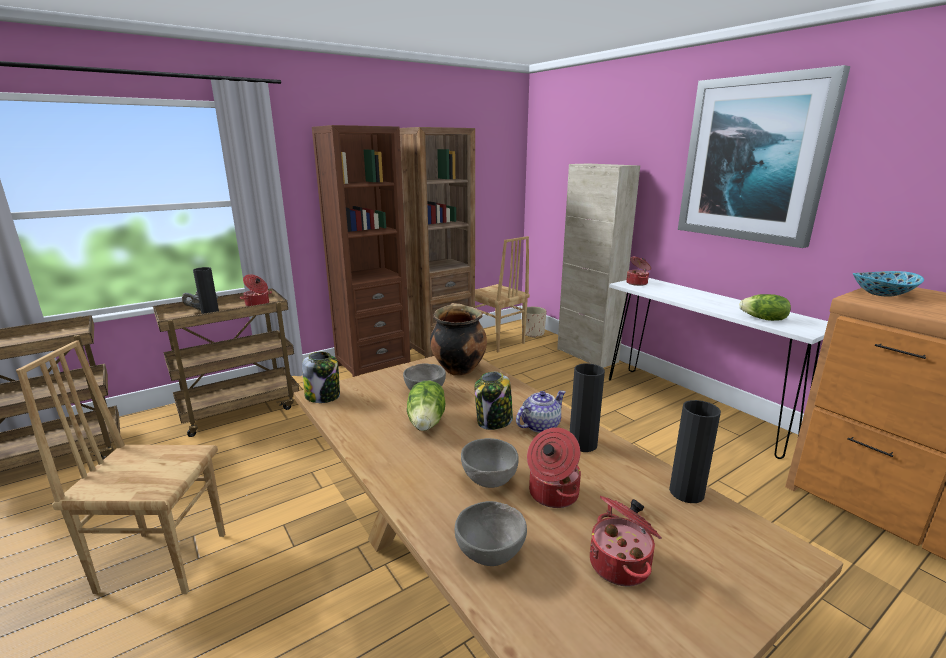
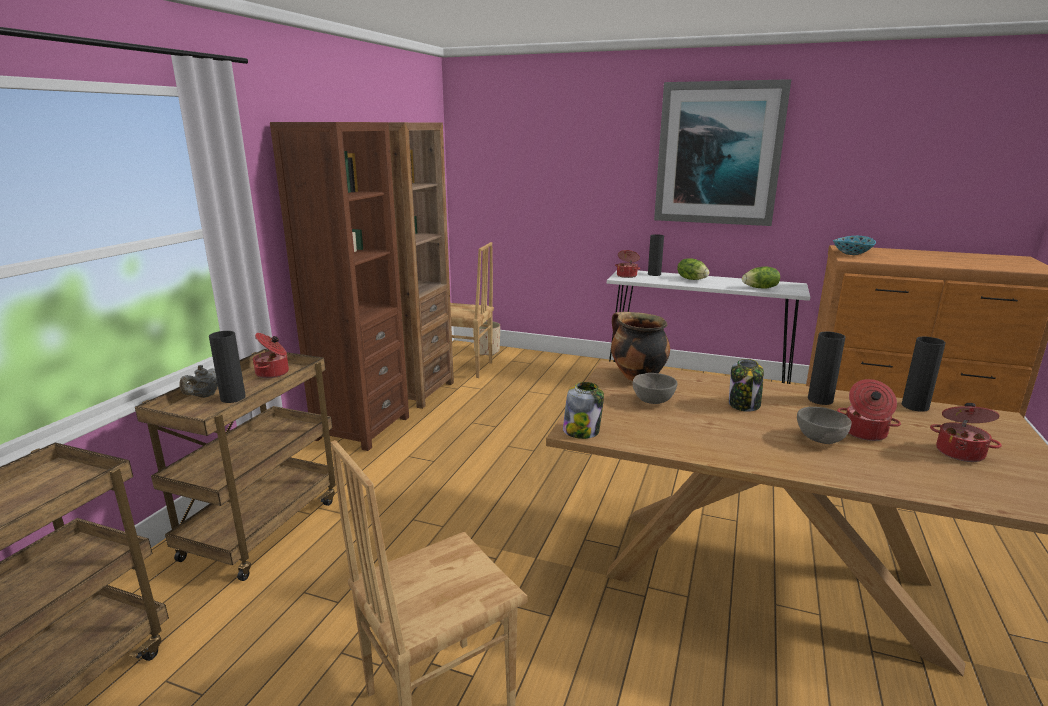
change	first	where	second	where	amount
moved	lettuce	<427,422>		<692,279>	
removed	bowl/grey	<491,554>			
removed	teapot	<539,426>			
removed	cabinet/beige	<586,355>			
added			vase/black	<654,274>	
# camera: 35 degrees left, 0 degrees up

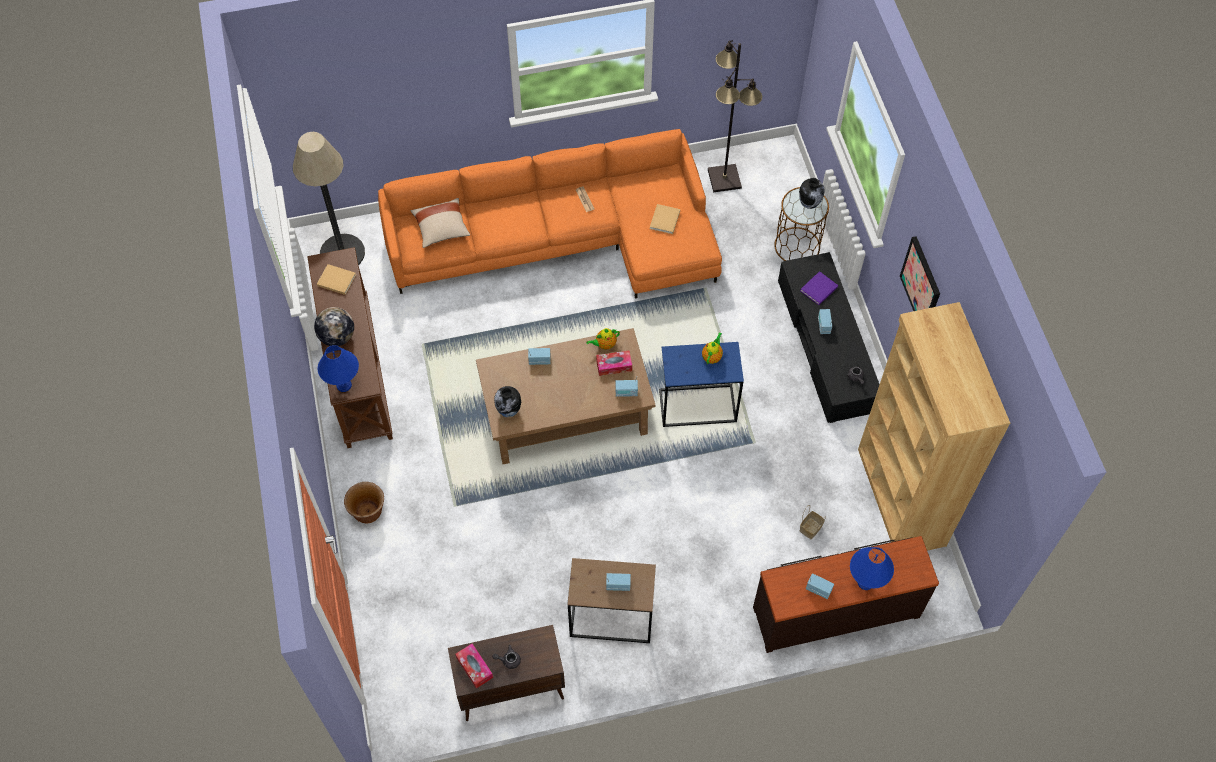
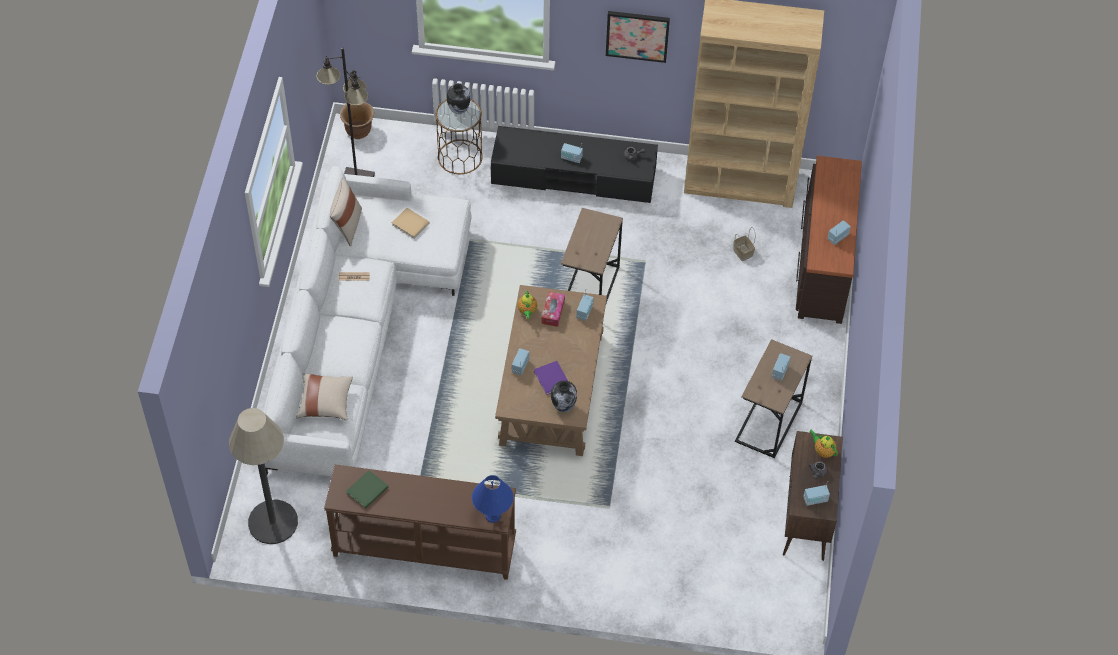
change	first	where	second	where	amount
removed	globe	<337,337>			
recoloured	book/beige	<335,280>	book/green	<366,491>	
moved	planter/brown	<368,512>		<358,131>	
recoloured	sofa/orange	<564,240>	sofa/white	<358,329>	
replaced	tissue box	<474,667>	radio	<815,500>	
recoloured	side table/blue	<697,406>	side table/brown	<590,288>	
moved	teapot	<712,356>		<823,451>	
moved	book/purple	<818,289>		<552,379>	
removed	table lamp/blue	<865,582>			
added			pillow/beige	<347,226>	
# camera: 70 degrees left, 5 degrees down

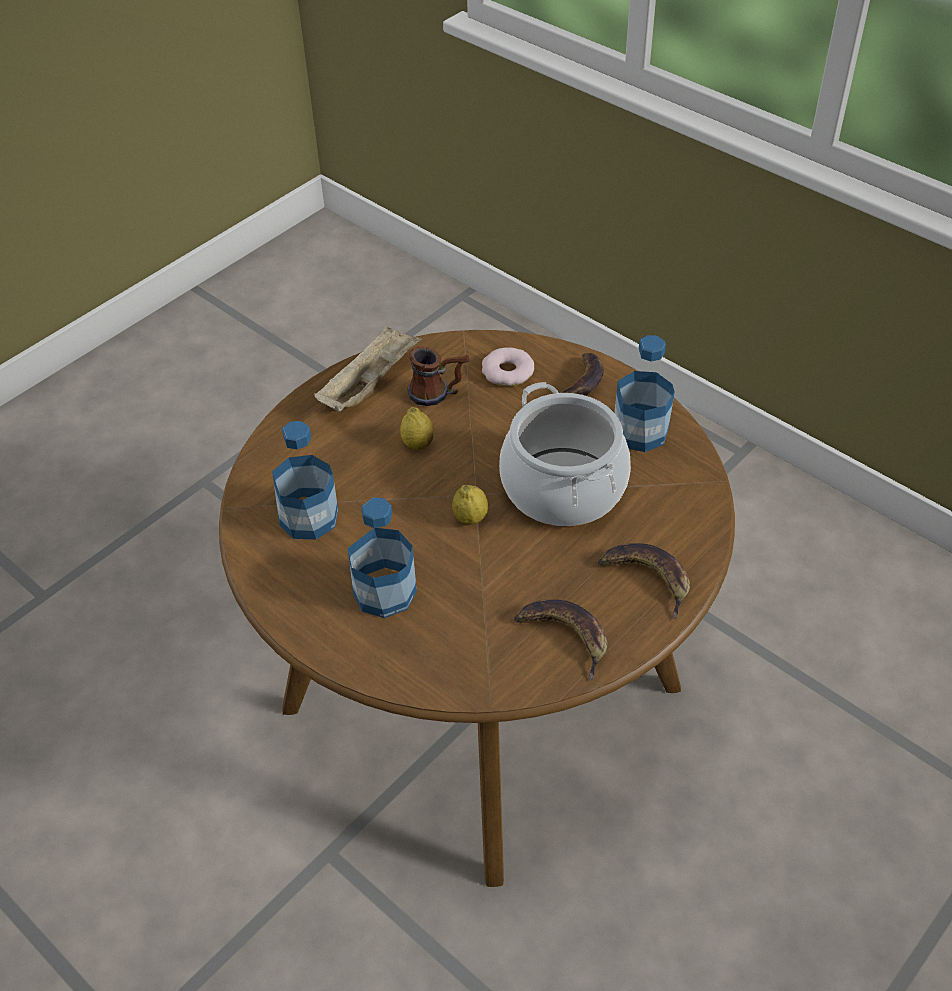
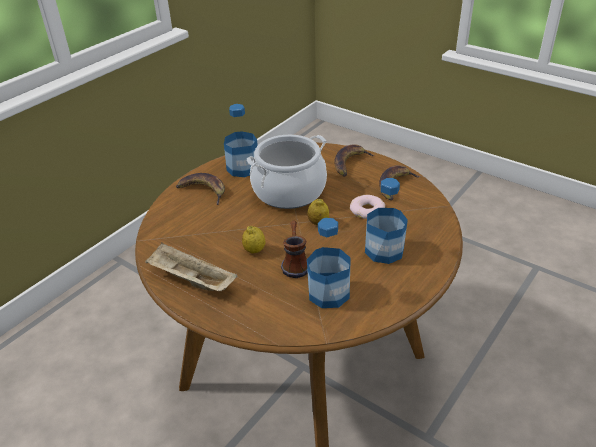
change	first	where	second	where	amount
moved	mug	<439,393>		<295,263>	
moved	donut	<507,372>		<367,210>	
# camera: 95 degrees left, 10 degrees down

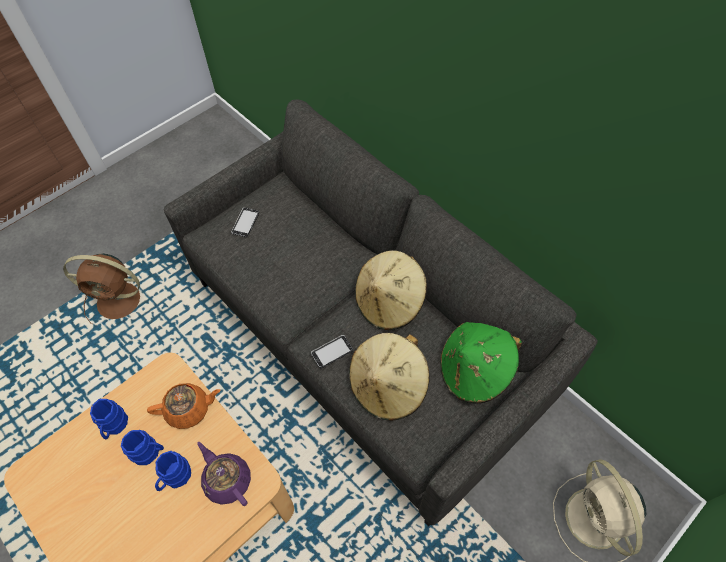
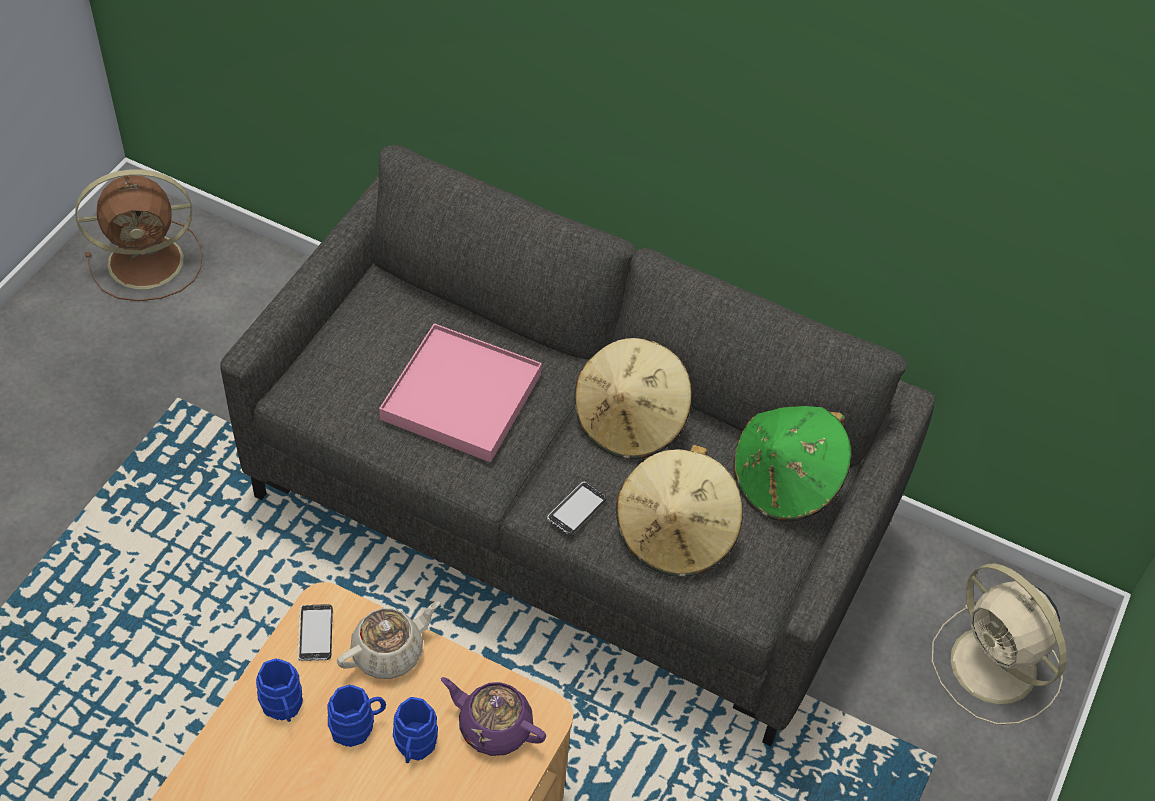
change	first	where	second	where	amount
moved	fan/brown	<121,301>		<149,261>	
recoloured	teapot/orange	<189,409>	teapot/beige	<389,652>	
moved	phone	<245,223>		<315,633>	
added			tray/pink	<461,397>	
# camera: 25 degrees left, 5 degrees down

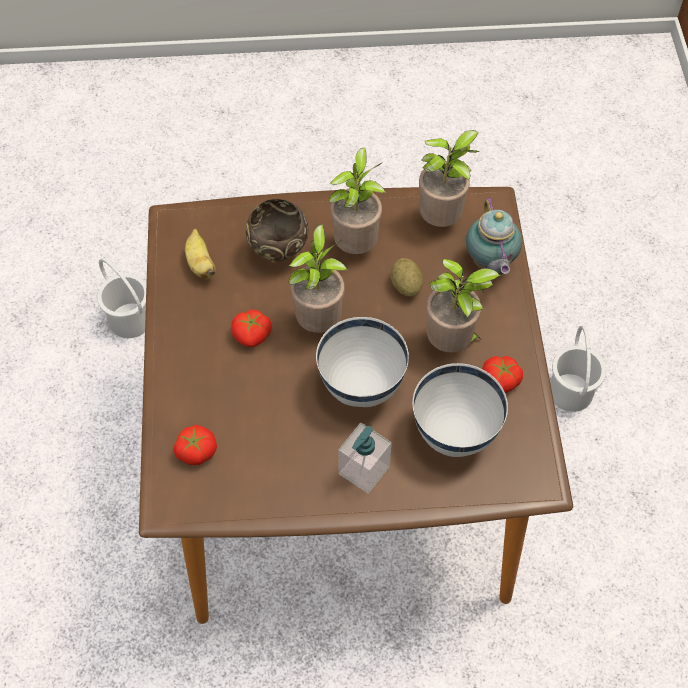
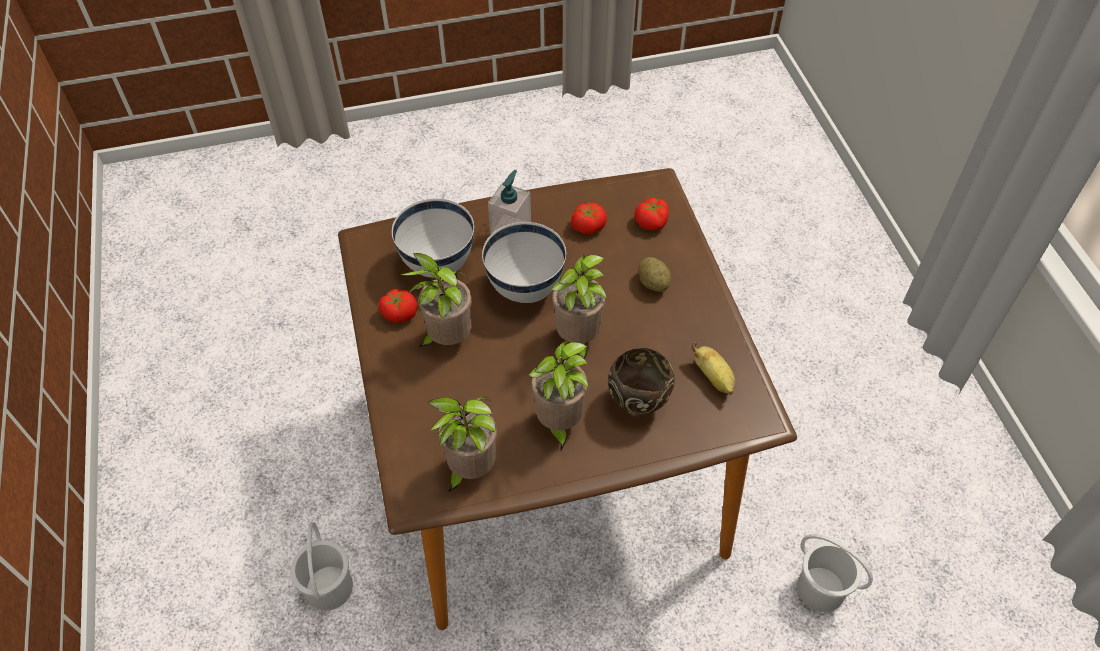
change	first	where	second	where	amount
moved	tomato	<252,335>		<587,226>	
moved	potato	<406,286>		<653,283>	
removed	teapot	<490,264>			
# camera: 170 degrees right, 5 degrees down

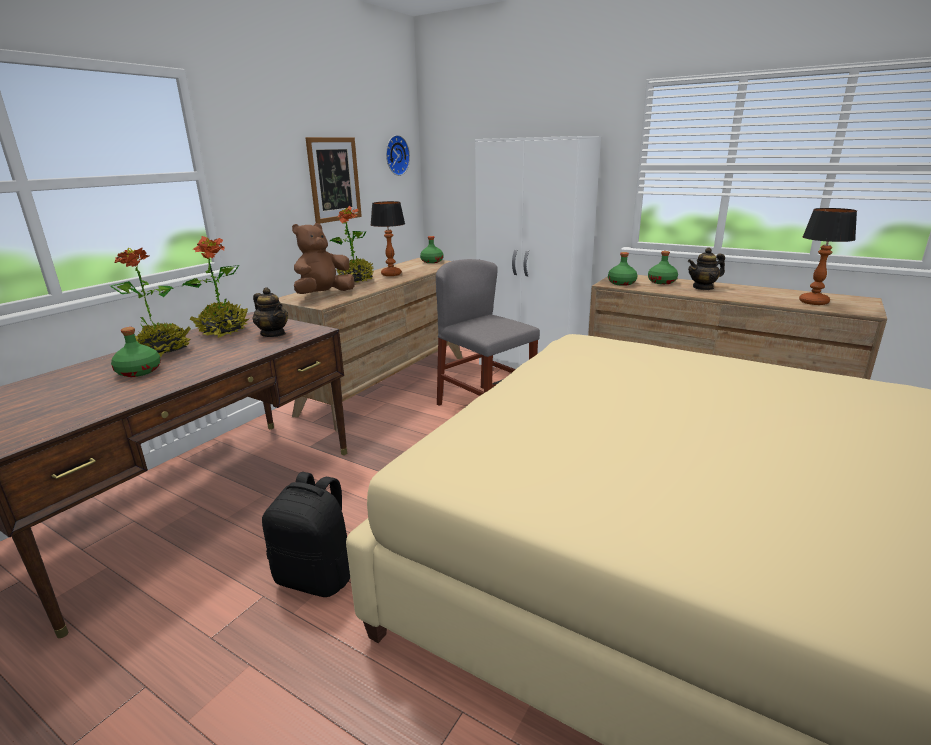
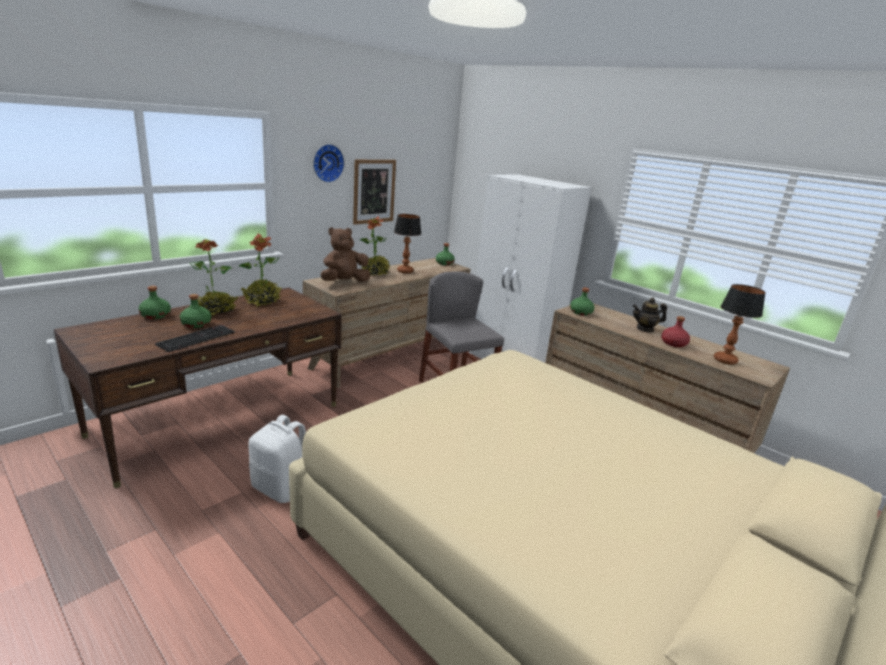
change	first	where	second	where	amount
removed	teapot	<273,334>			
recoloured	backpack/black	<317,577>	backpack/white	<281,488>	
moved	wall clock	<395,155>		<327,163>	
moved	bottle/green	<662,282>		<156,315>	
added			keyboard	<196,337>	
added			bottle/red	<674,343>	
# camera: 10 degrees right, 0 degrees up

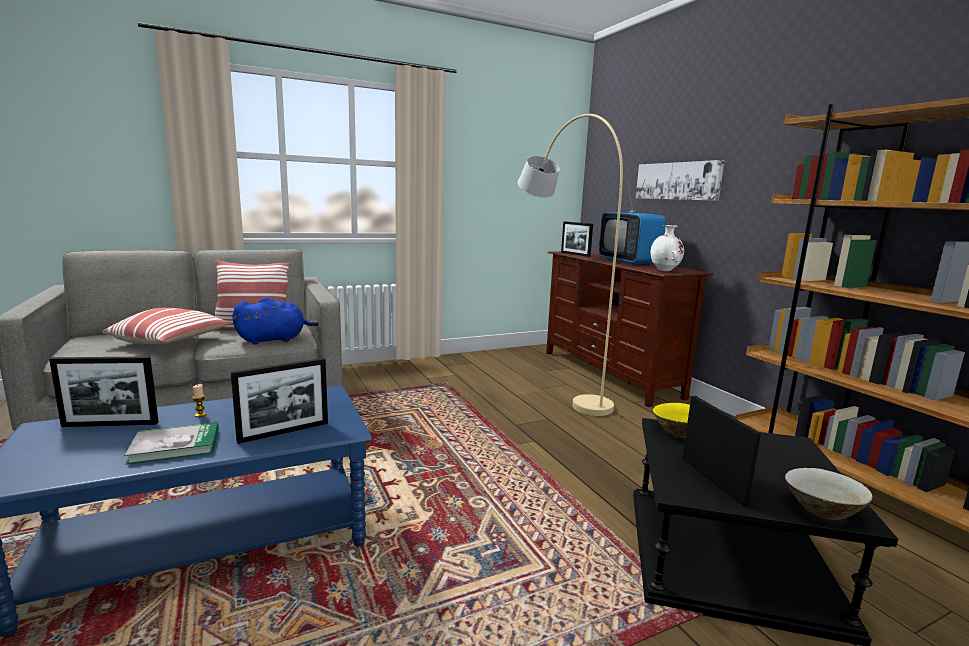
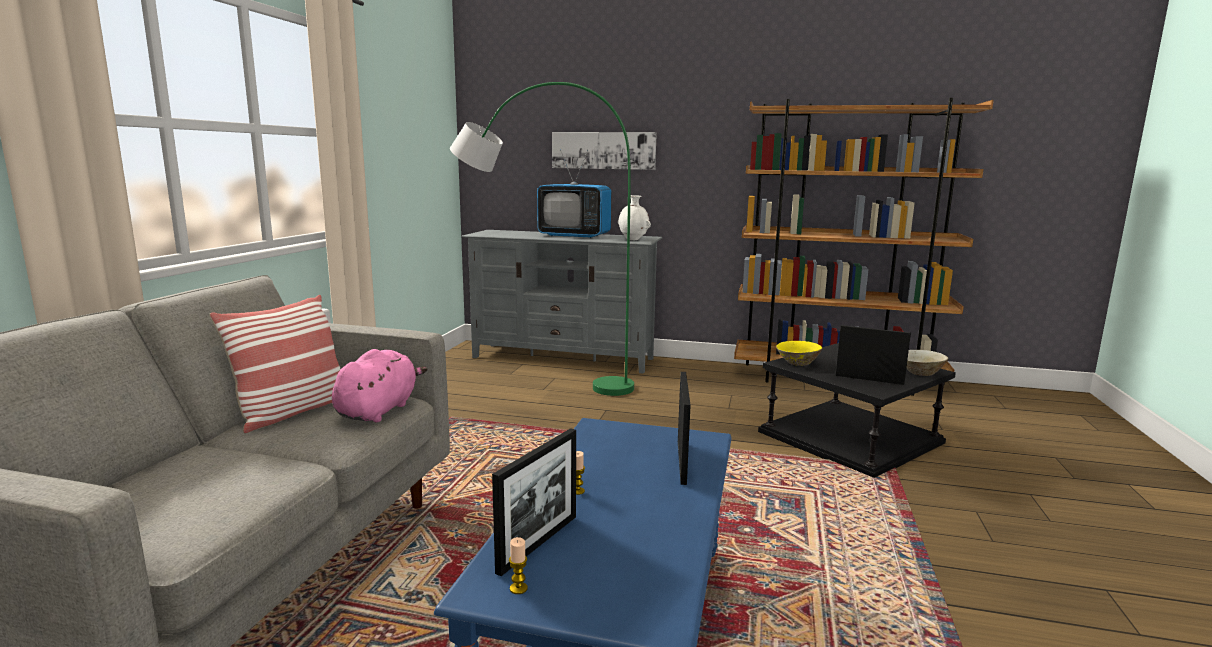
change	first	where	second	where	amount
removed	pillow	<171,342>			
removed	book	<175,445>			
recoloured	plush toy/blue	<274,340>	plush toy/pink	<379,410>	
recoloured	floor lamp/beige	<553,382>	floor lamp/green	<539,380>	
recoloured	tv stand/brown	<610,373>	tv stand/grey	<563,358>	
removed	picture frame	<575,254>			
added			candle	<518,588>	
# camera: 50 degrees left, 0 degrees up

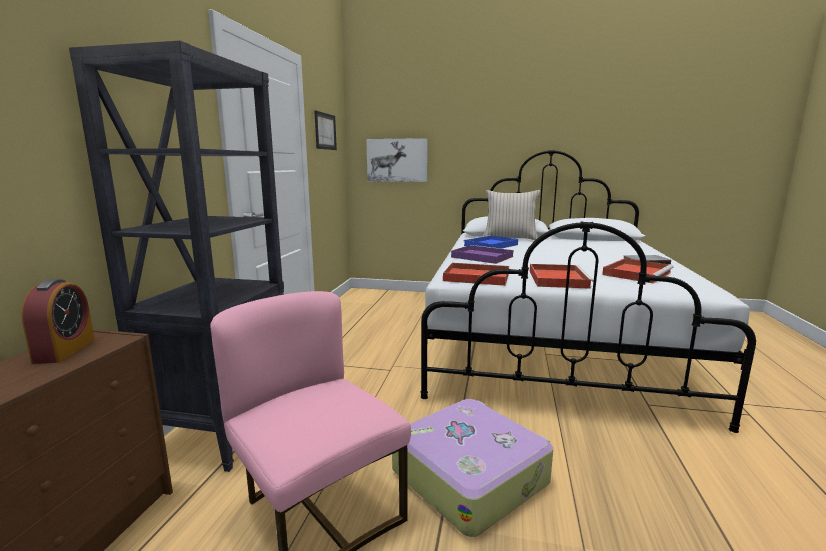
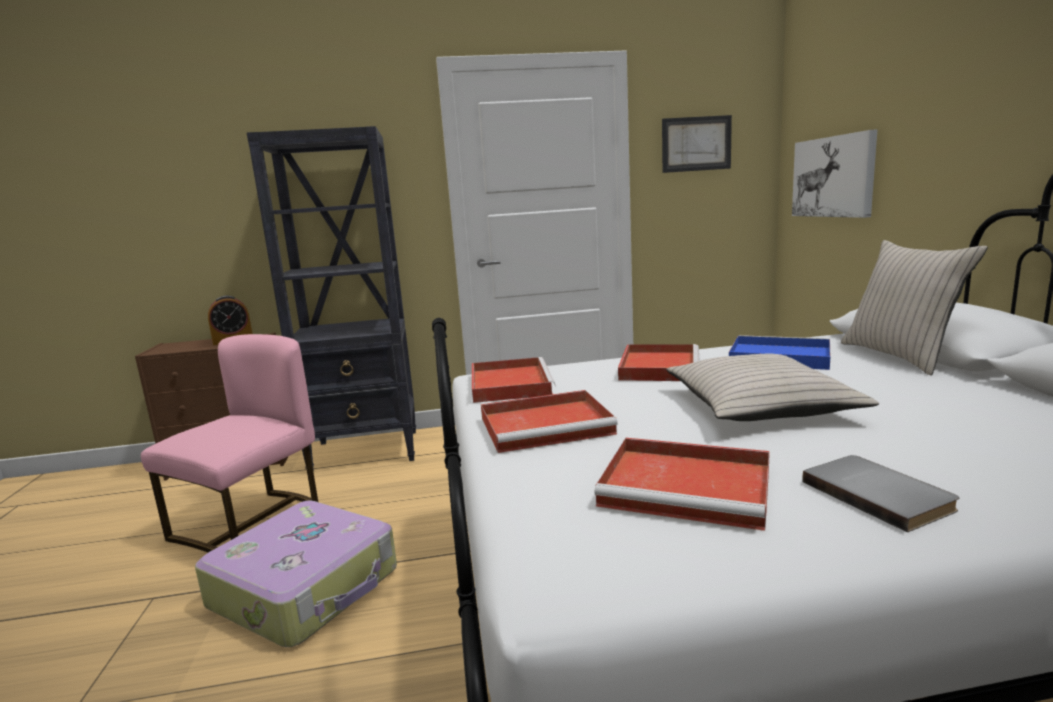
change	first	where	second	where	amount
recoloured	tray/purple	<480,257>	tray/red	<658,366>	
added			pillow/beige	<759,406>	
# camera: 70 degrees right, 0 degrees up

